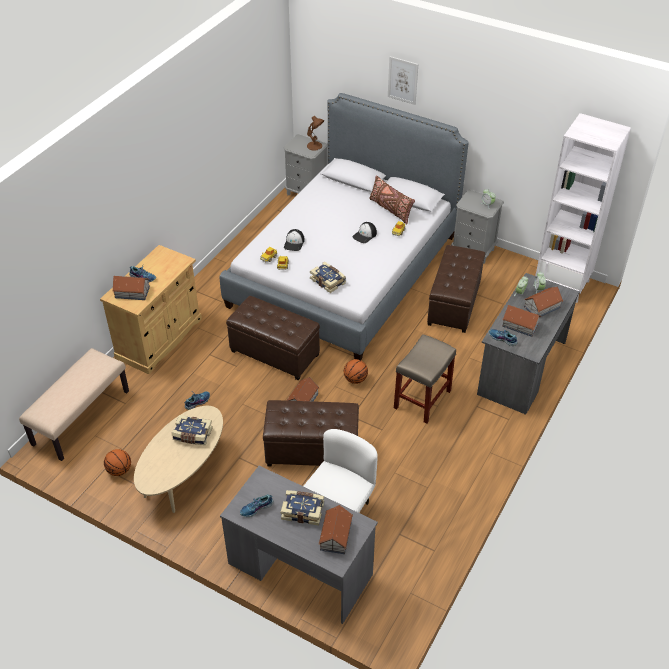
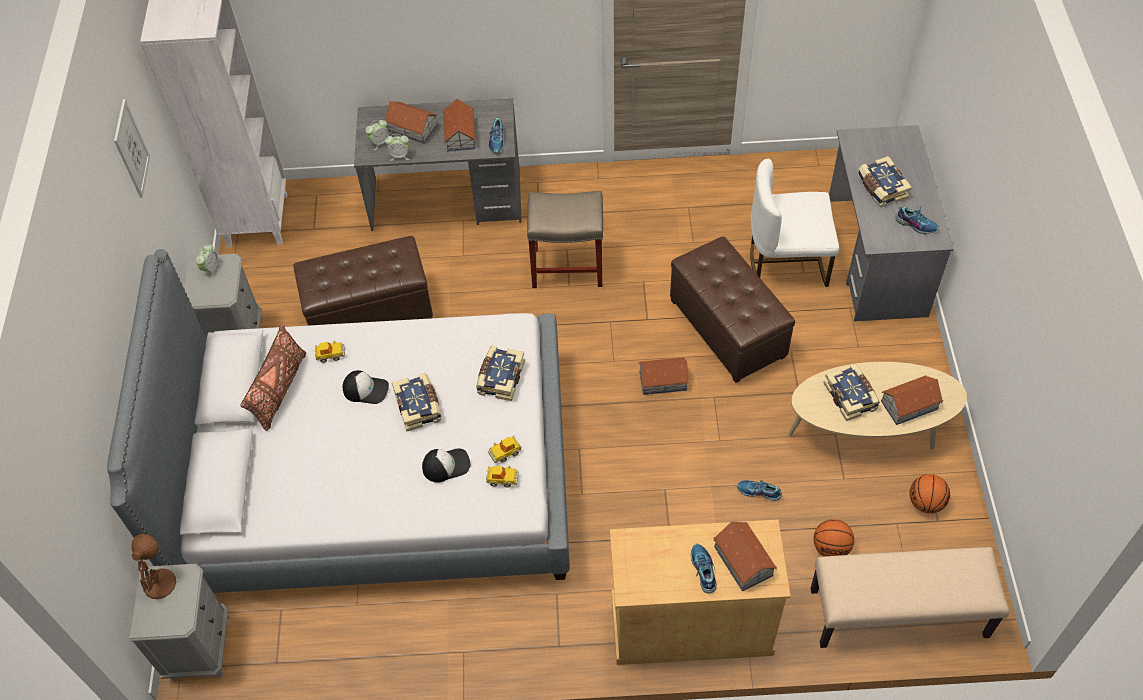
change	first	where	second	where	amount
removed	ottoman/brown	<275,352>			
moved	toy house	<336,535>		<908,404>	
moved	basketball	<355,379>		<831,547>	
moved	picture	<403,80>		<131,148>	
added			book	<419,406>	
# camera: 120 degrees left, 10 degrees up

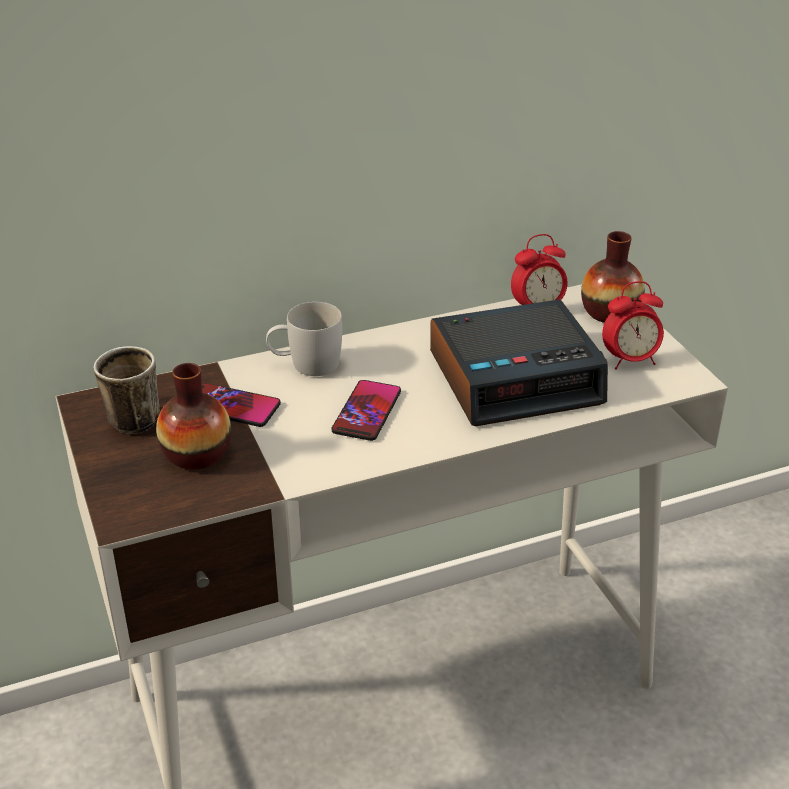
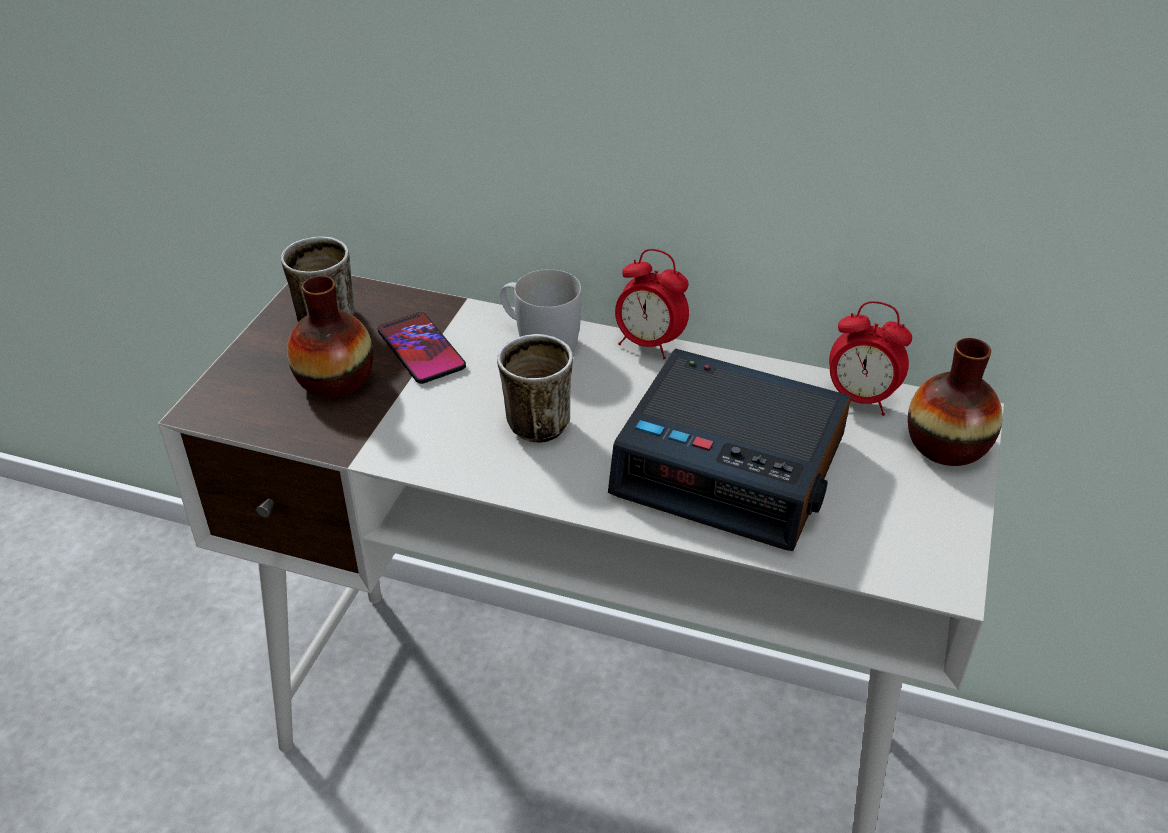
change	first	where	second	where	amount
replaced	phone	<367,411>	mug	<531,420>	
moved	alarm clock	<630,360>		<649,344>	
# camera: 40 degrees right, 5 degrees up

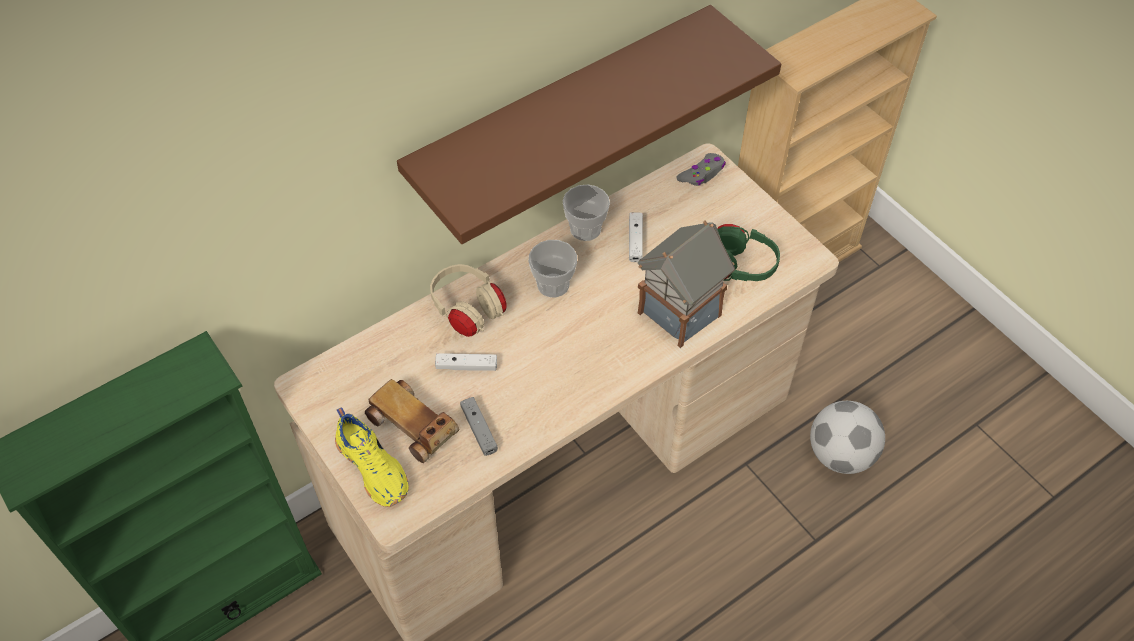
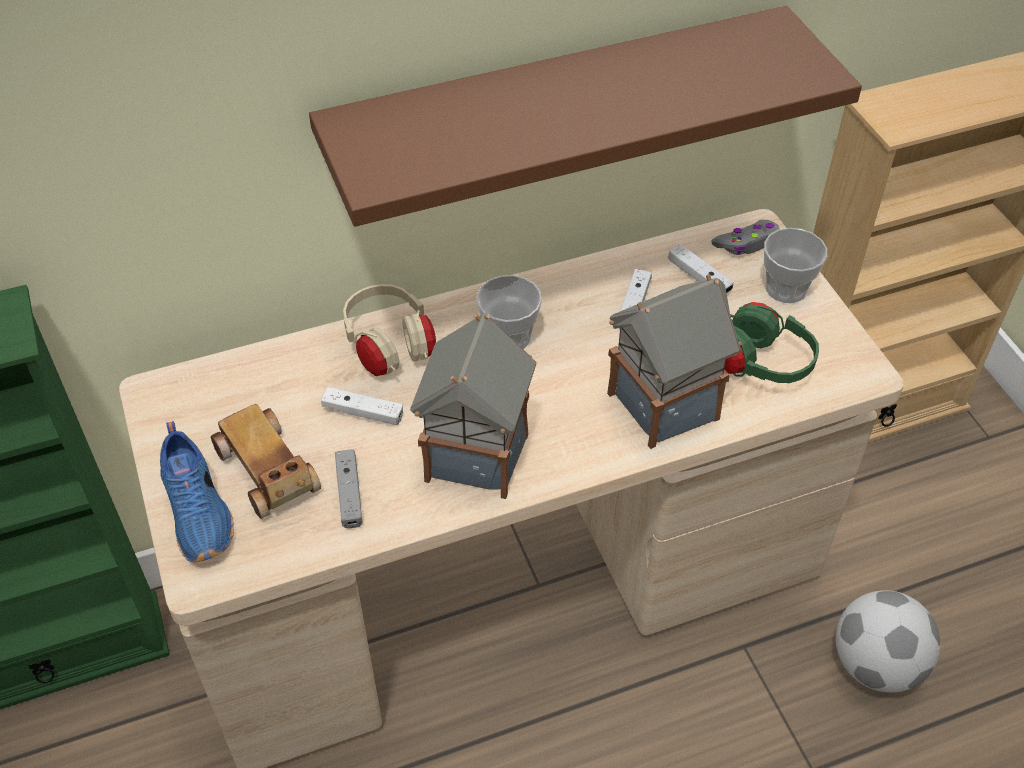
change	first	where	second	where	amount
recoloured	shoe/yellow	<374,467>	shoe/blue	<199,510>	
moved	cup	<585,229>		<786,288>	
added			toy house	<476,454>	
added			game controller/white	<699,277>	
# camera: 15 degrees right, 5 degrees down

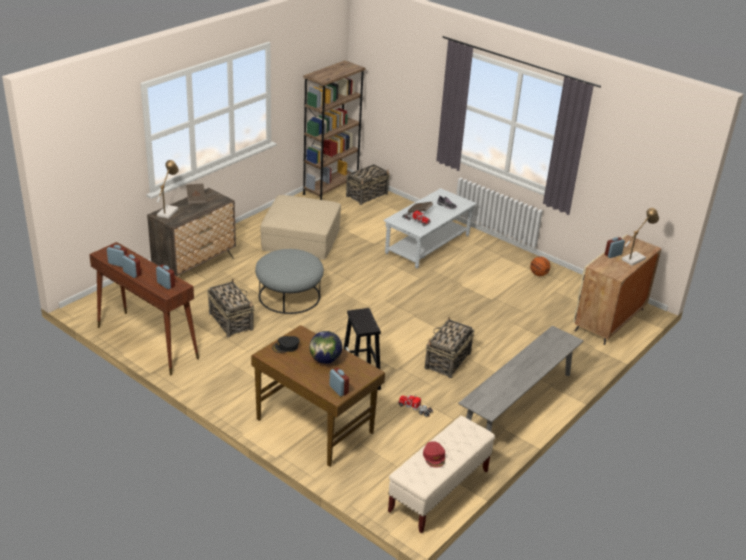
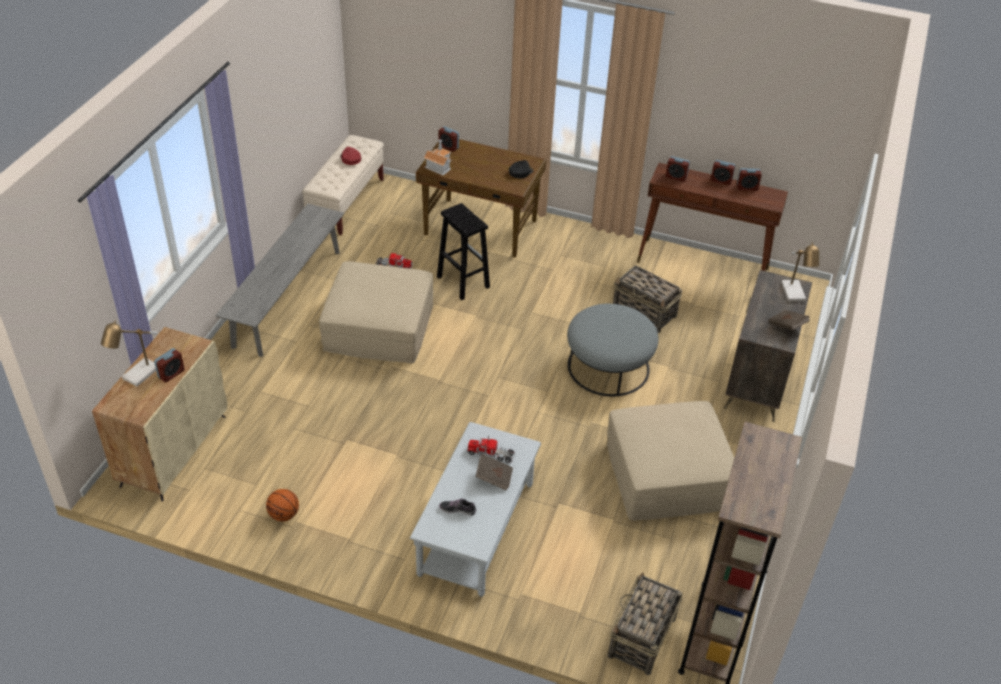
change	first	where	second	where	amount
removed	globe	<325,360>			
replaced	basket	<447,361>	ottoman/beige	<378,327>	
added			toy house	<438,165>	
# camera: 160 degrees right, 10 degrees up

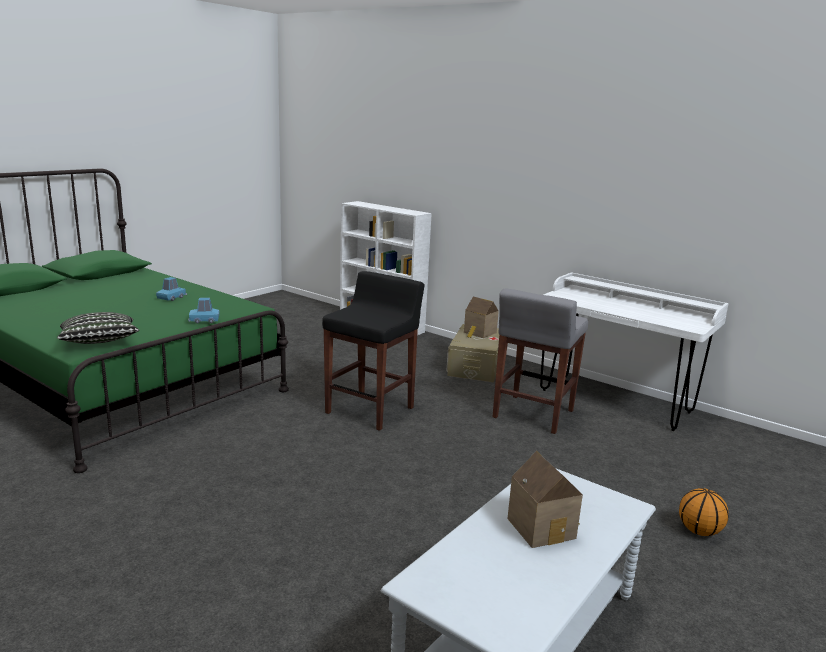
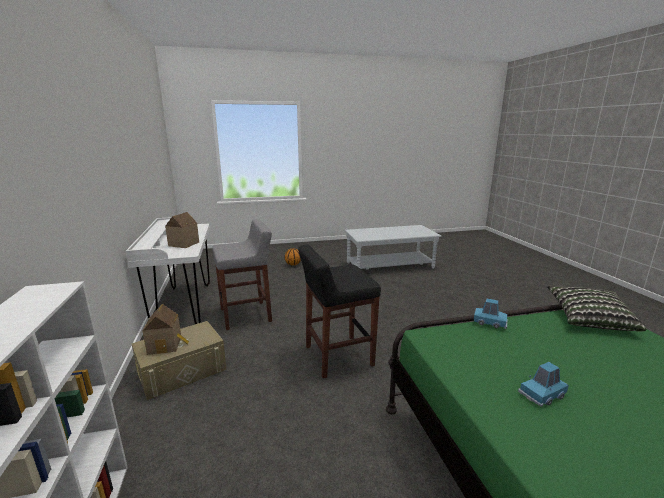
change	first	where	second	where	amount
moved	toy house	<543,527>		<182,244>	
# camera: 140 degrees left, 0 degrees up

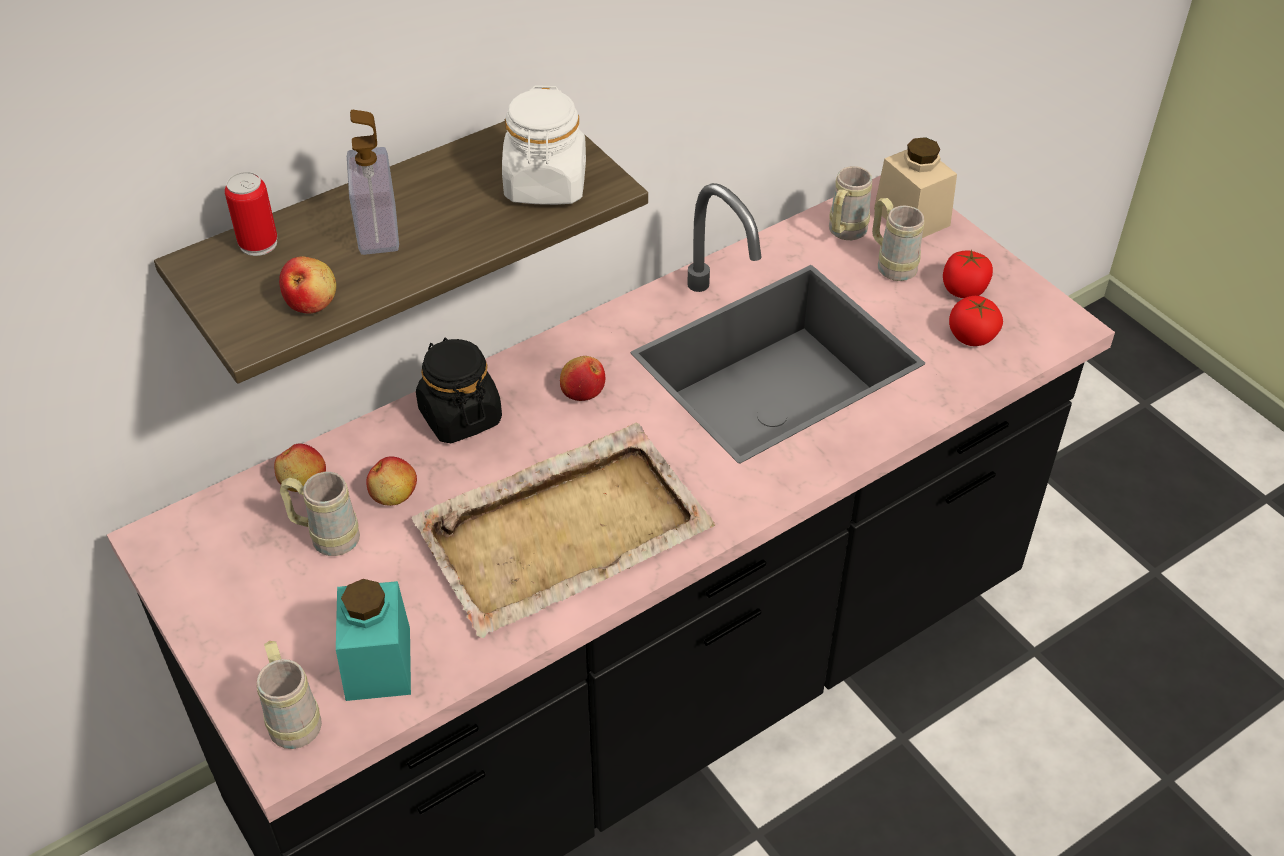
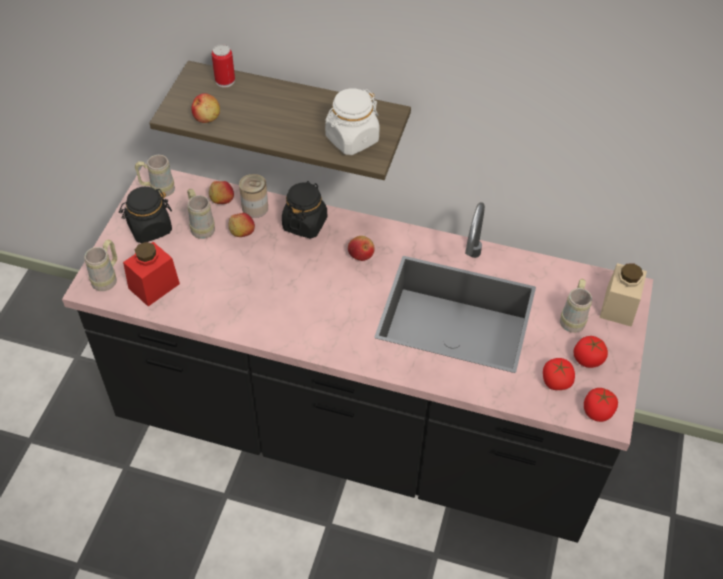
change	first	where	second	where	amount
recoloured	jar/turquoise	<378,663>	jar/red	<154,286>	
removed	soap dispenser	<378,231>			
removed	tray/beige	<566,531>			
moved	mug/beige	<843,233>		<158,190>	
added			jar/black	<149,228>	
added			can	<255,208>	
added			tomato	<597,412>	
# camera: 50 degrees right, 5 degrees up

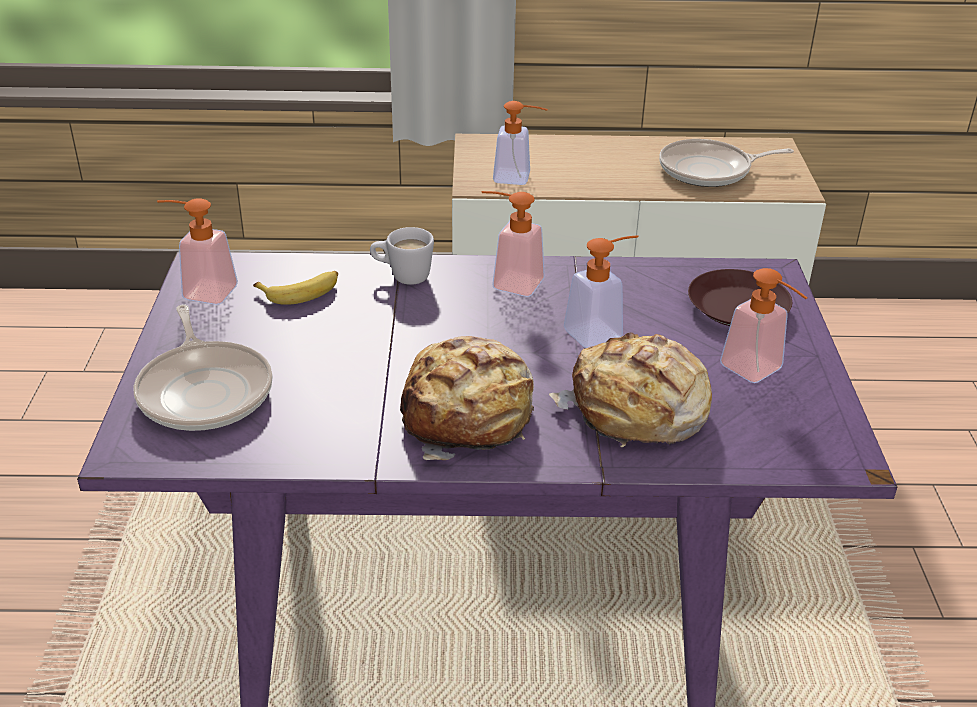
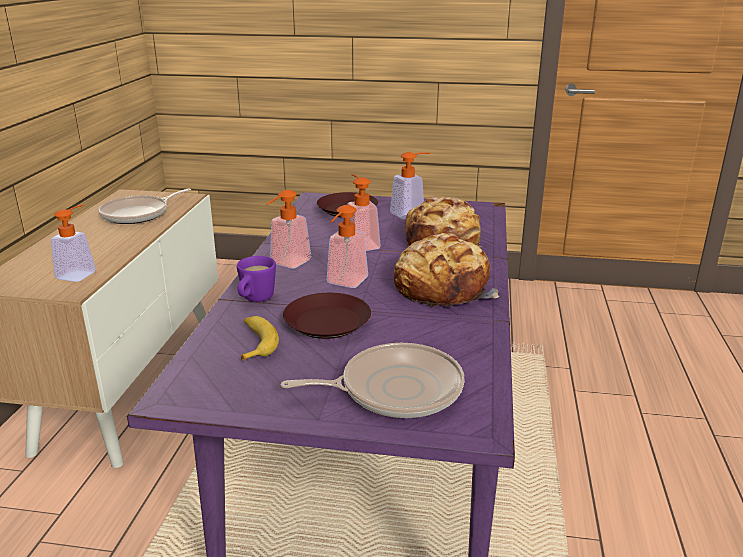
change	first	where	second	where	amount
moved	soap dispenser	<201,291>		<344,283>	
recoloured	mug/white	<402,276>	mug/purple	<255,300>	
turned	frying pan	<709,171>		<138,214>	45 degrees clockwise
added			plate/brown	<326,323>	
# camera: 80 degrees left, 10 degrees down

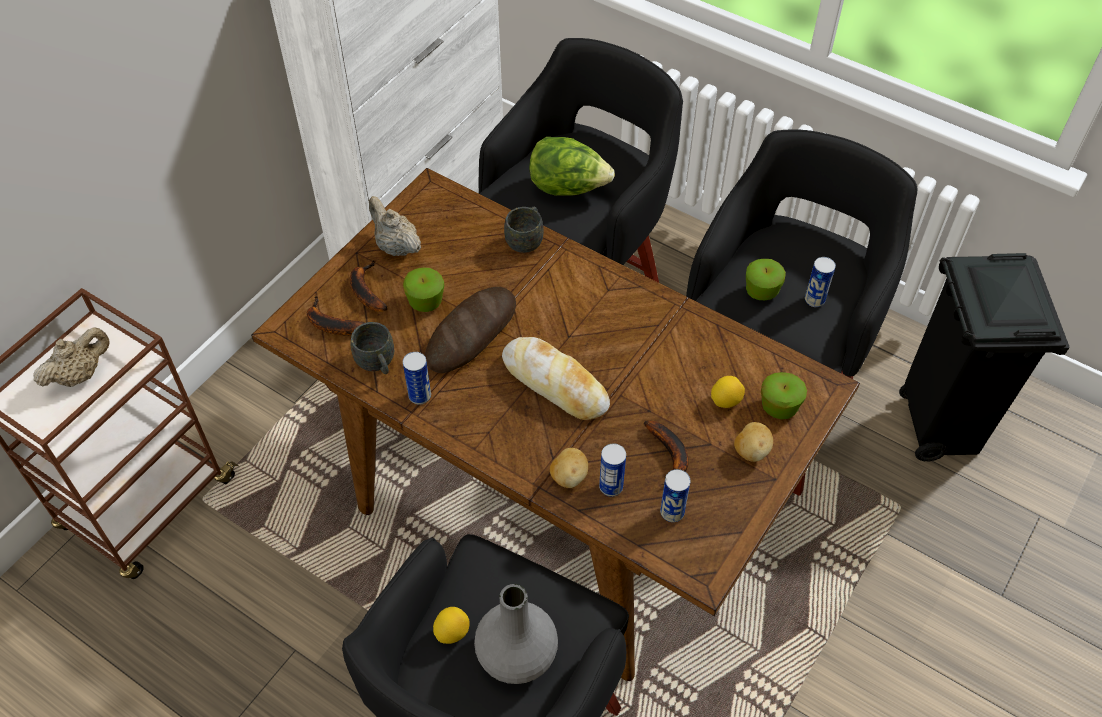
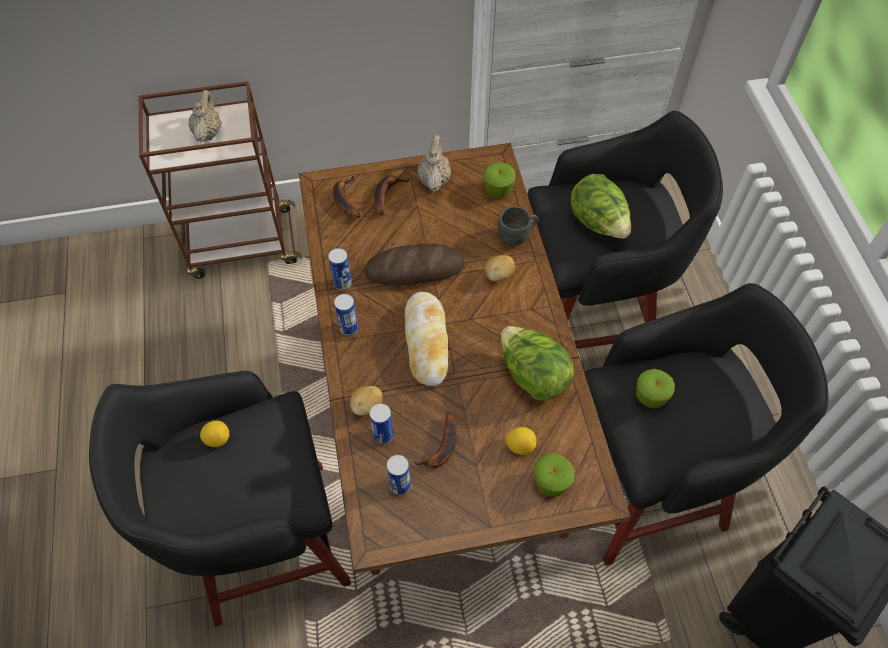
change	first	where	second	where	amount
turned	teapot/beige	<80,375>		<208,132>	90 degrees counterclockwise
removed	mug/grey	<377,364>			
moved	apple	<425,301>		<498,190>	
removed	vase/grey	<515,653>			
moved	potato	<751,450>		<498,275>	
moved	can	<814,300>		<348,328>	
added			lettuce	<532,375>	
# camera: 45 degrees right, 5 degrees up

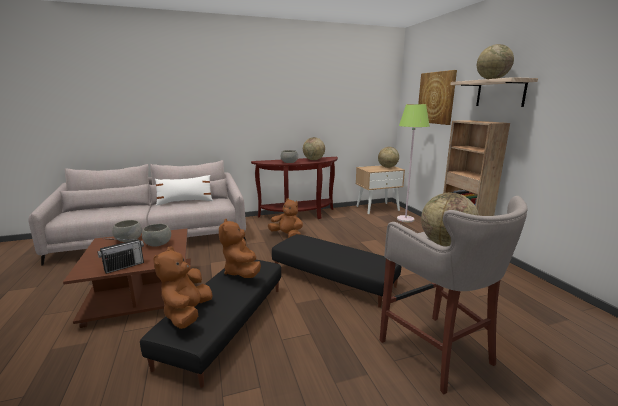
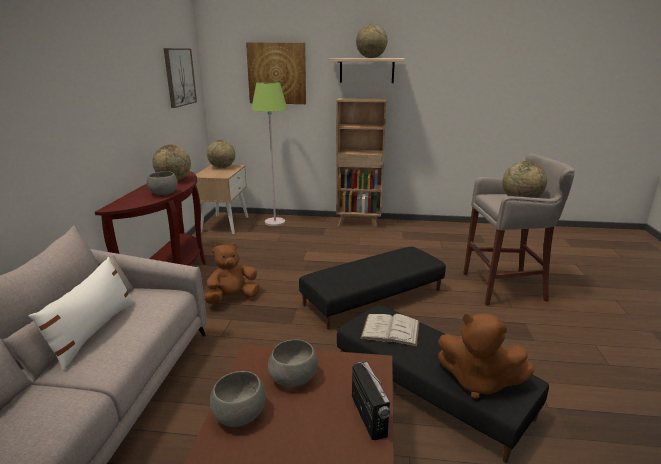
change	first	where	second	where	amount
replaced	plush toy/brown	<242,272>	book/white	<390,330>	
added			picture	<179,77>	
# camera: 65 degrees left, 5 degrees up

